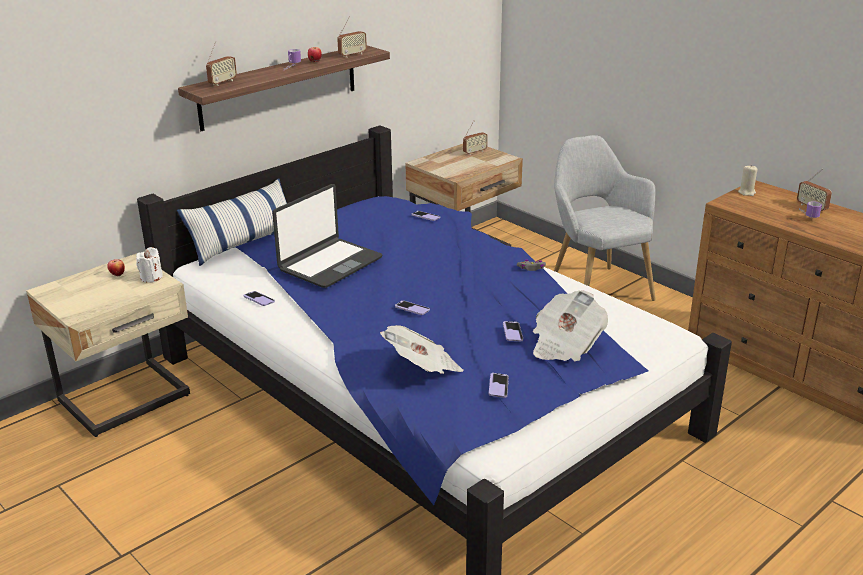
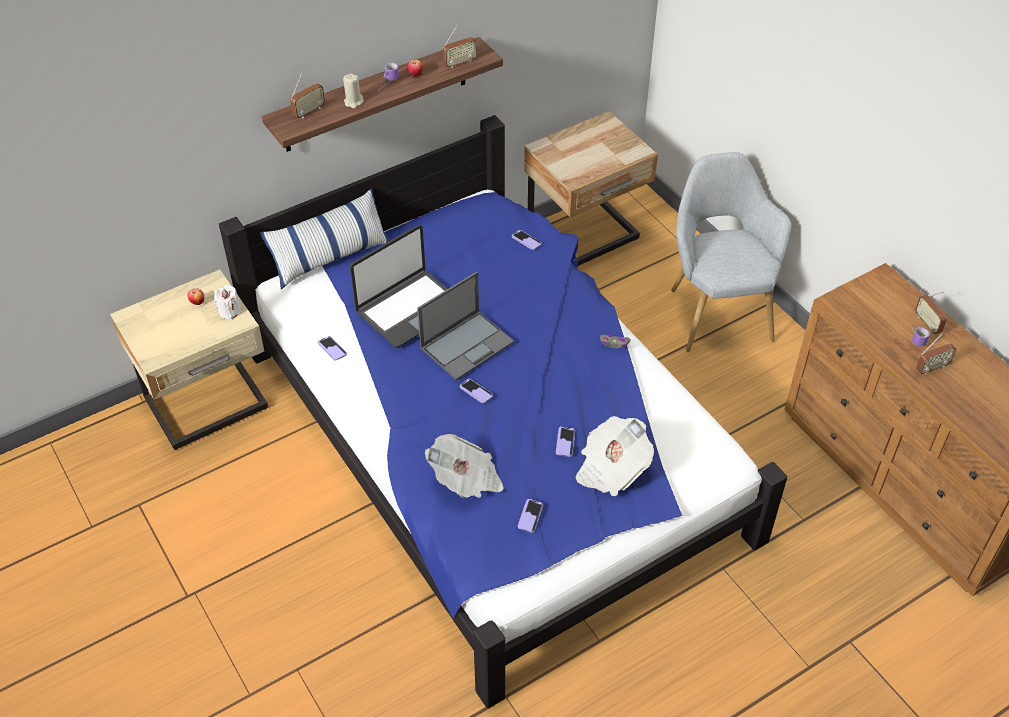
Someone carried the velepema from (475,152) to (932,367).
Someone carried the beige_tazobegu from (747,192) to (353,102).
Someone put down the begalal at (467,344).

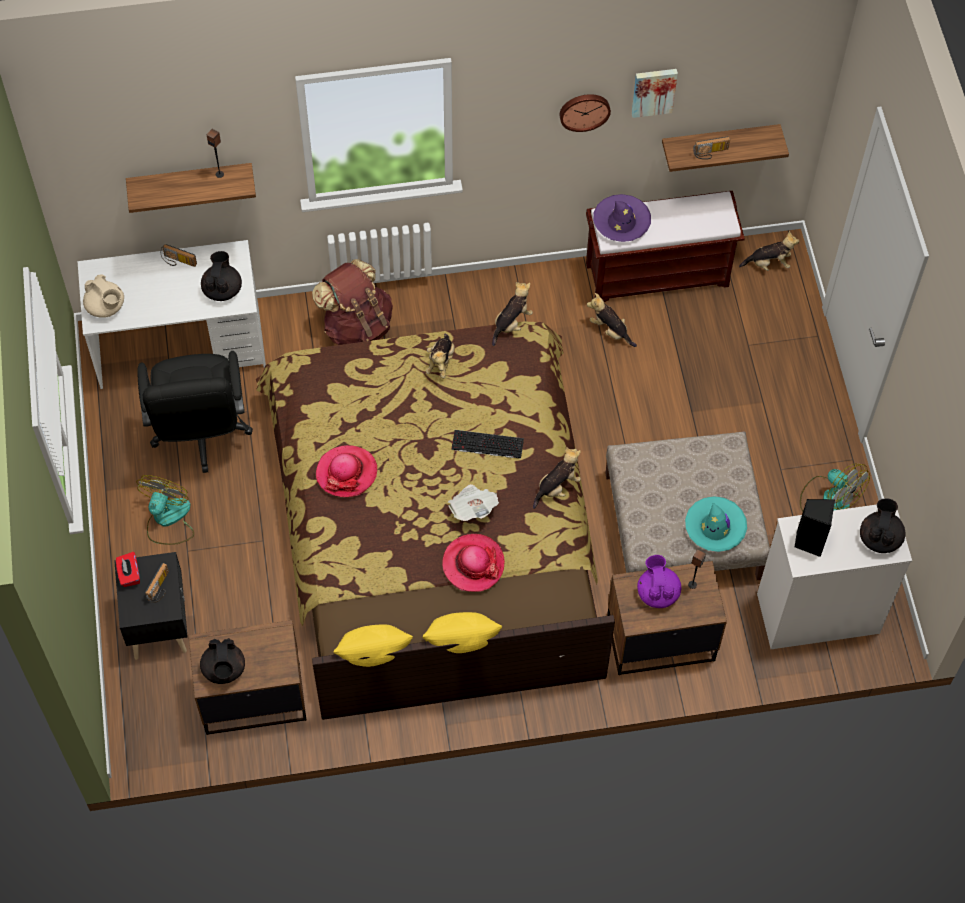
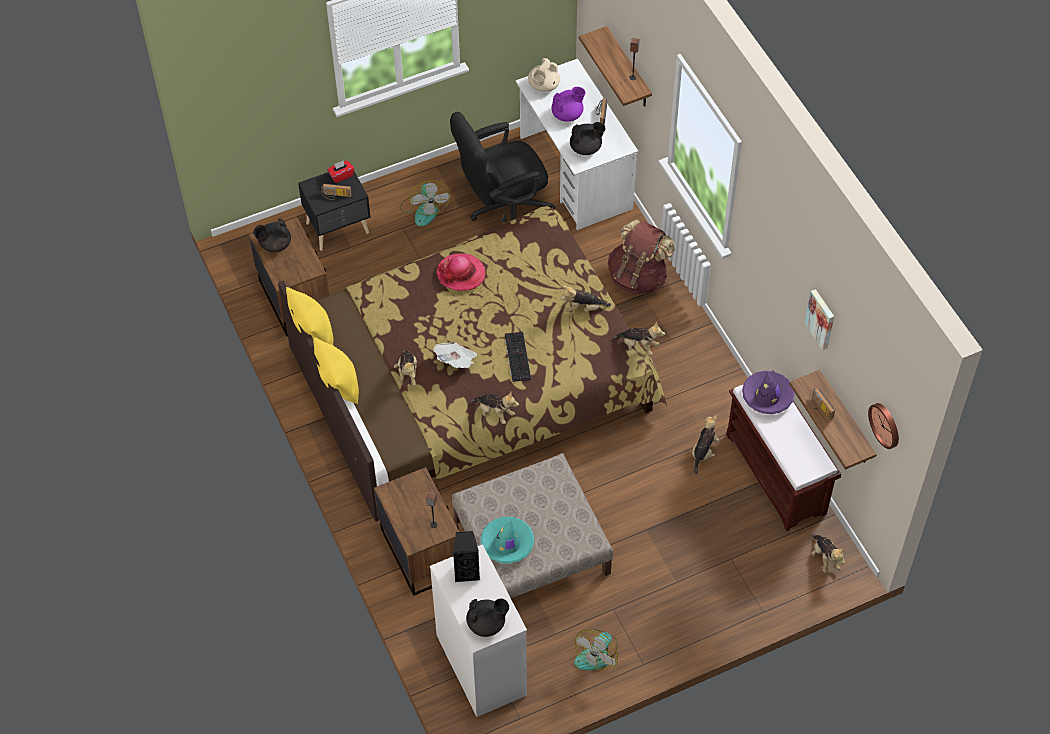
Someone carried the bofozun from (584,110) to (885,425).
Someone rotated the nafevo at (168,520) by 75 degrees clockwise.
Someone swapped the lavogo at (473,564) for the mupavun at (407,373).
Someone carried the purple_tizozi from (657,592) to (568,114).

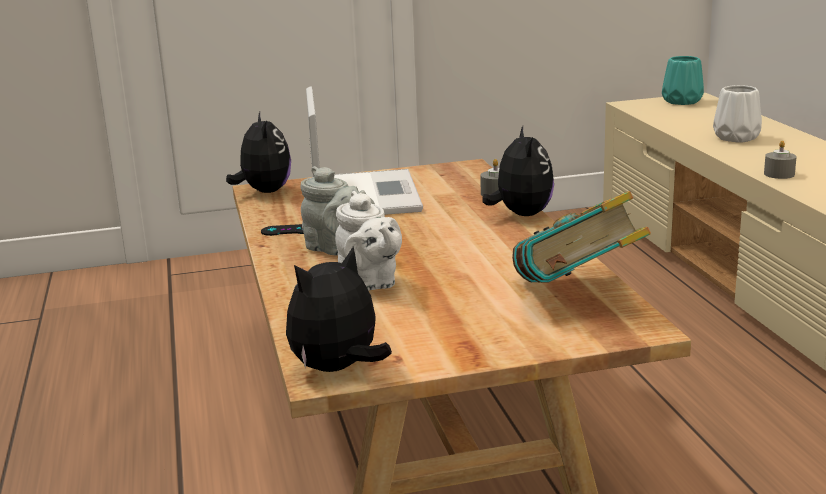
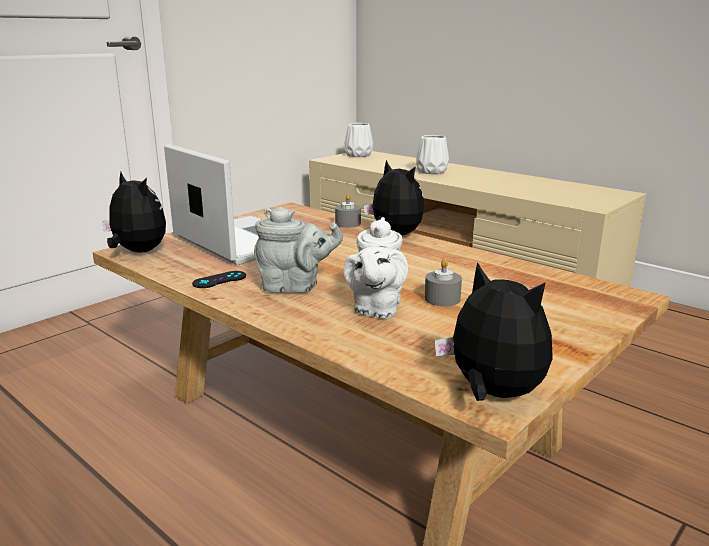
Someone repainted the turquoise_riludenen at (681,101), which became the white_riludenen at (358,155).
Someone carried the grey_tazobegu from (779,174) to (442,299).
Someone rotated the white_tizozi at (370,283) by 75 degrees clockwise.
Someone took away the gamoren at (577,295).
Someone rotated the mupavun at (338,369) by 120 degrees clockwise.

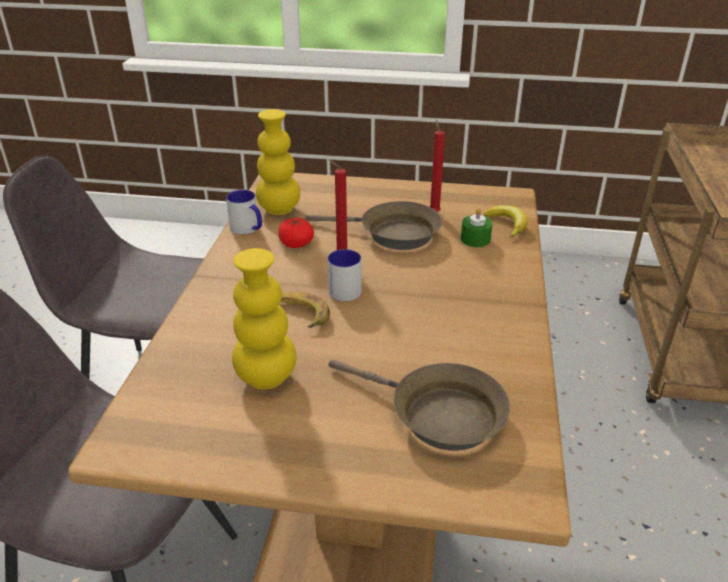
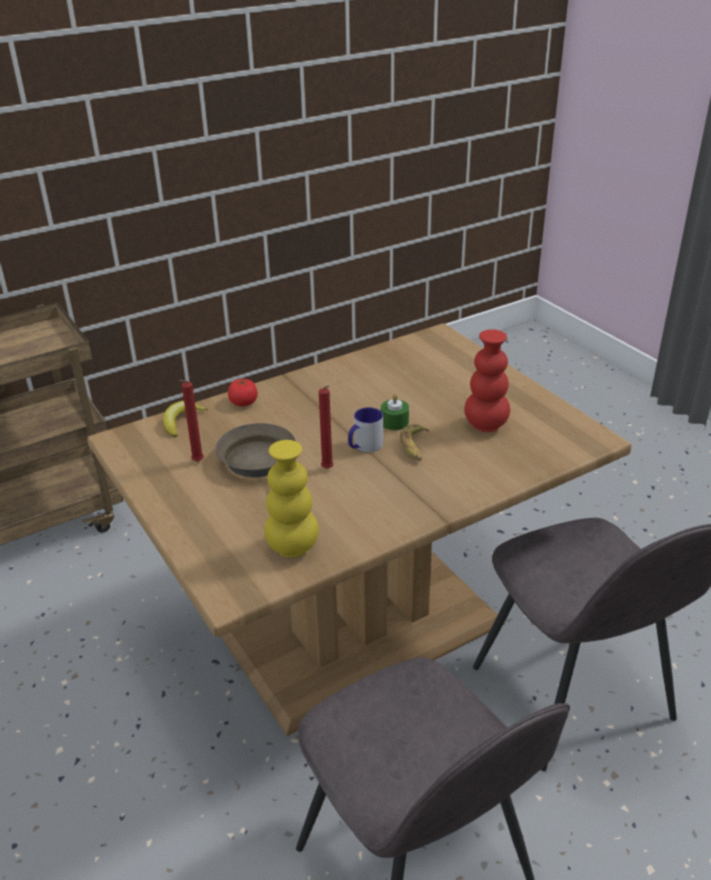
Someone took away the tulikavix at (248,229).
Someone carried the green_tazobegu from (475,239) to (394,422).
Someone carried the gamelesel from (296,243) to (243,402).
Someone repainted the yellow_riludenen at (266,378), which became the red_riludenen at (485,425).
Someone took away the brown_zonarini at (438,415).

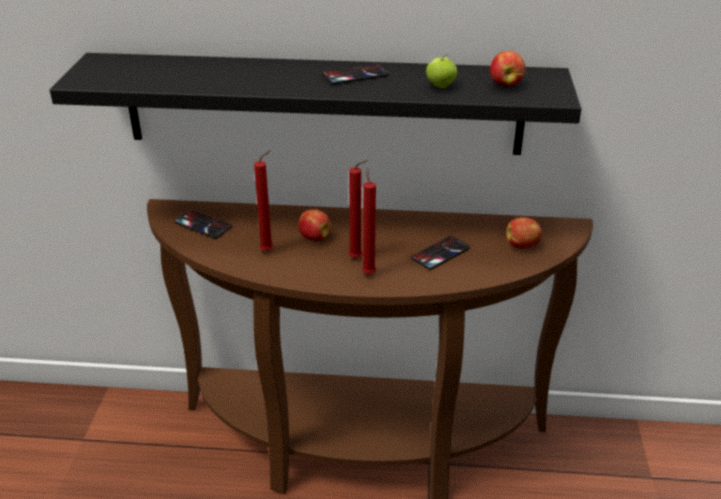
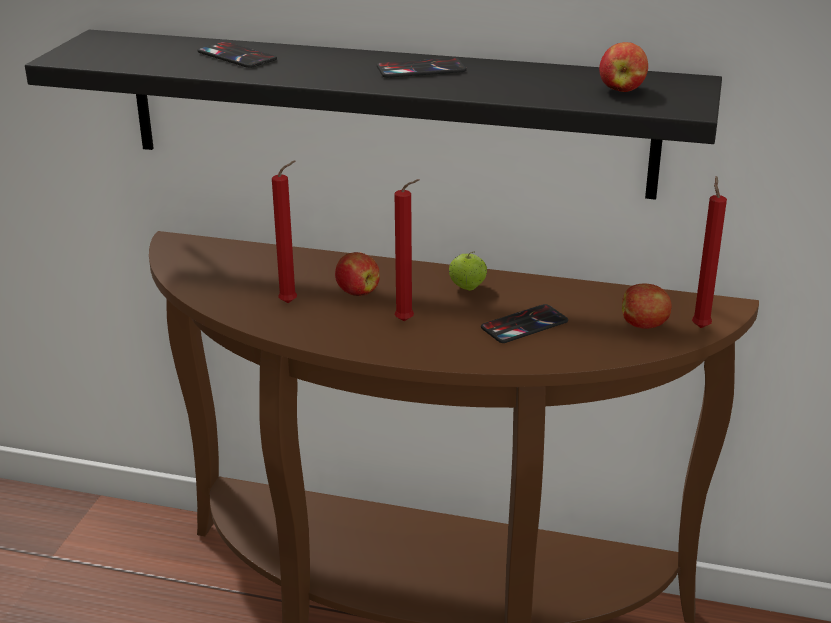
Someone carried the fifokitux from (440,86) to (467,287).
Someone carried the red_tazobegu from (368,273) to (700,326).
Someone carried the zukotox from (203,225) to (237,56).

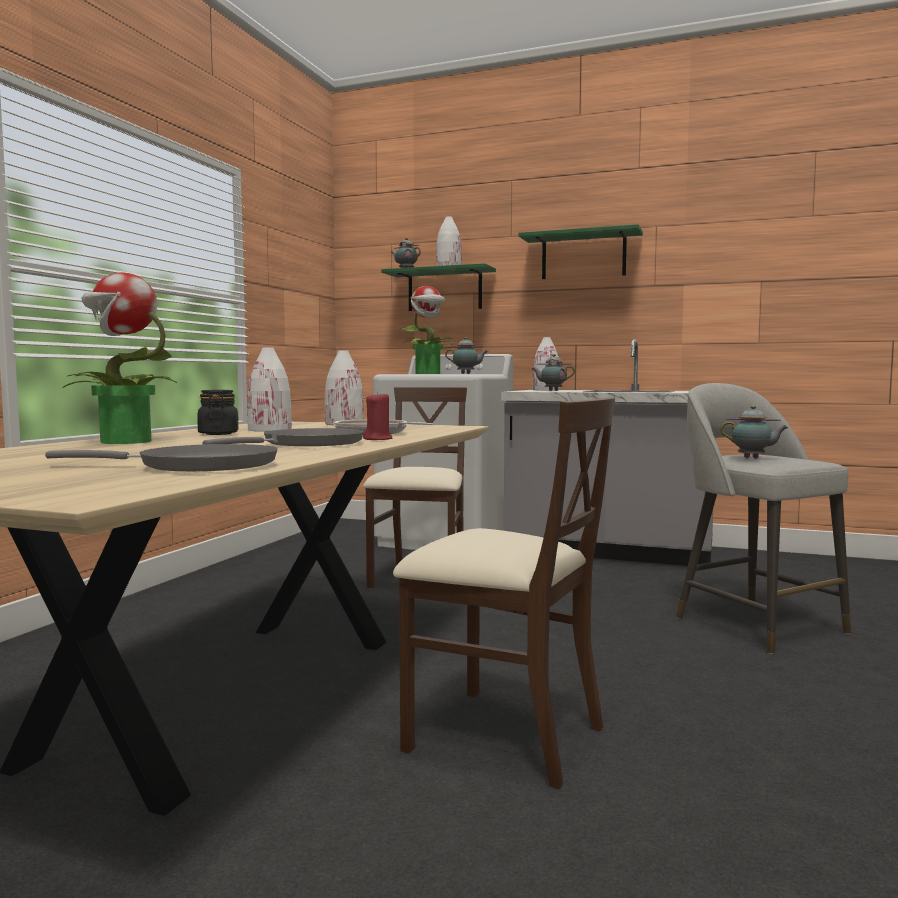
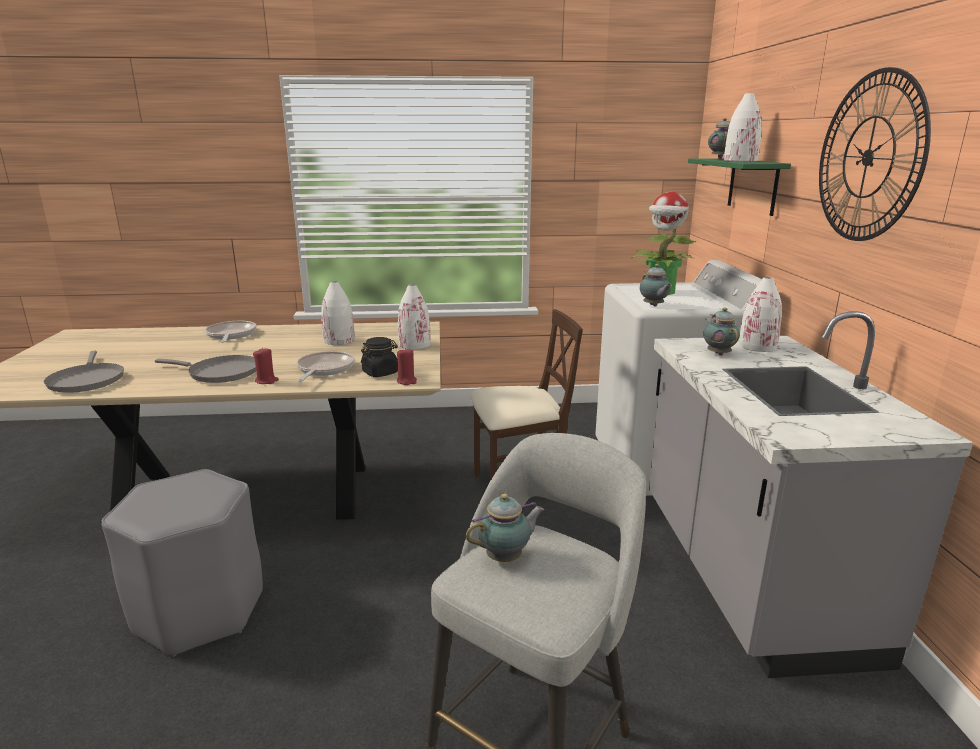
Someone swapped the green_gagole at (583,256) for the bofozun at (868,157).
Someone swapped the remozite at (123,442) for the zonarini at (231,335).
Someone carried the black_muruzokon from (218,434) to (380,373).
Someone swapped the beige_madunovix at (503,735) for the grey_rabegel at (199,611).
Someone rotated the tizozi at (753,458) by 120 degrees counterclockwise.
Someone put down the red_tazobegu at (407,381).

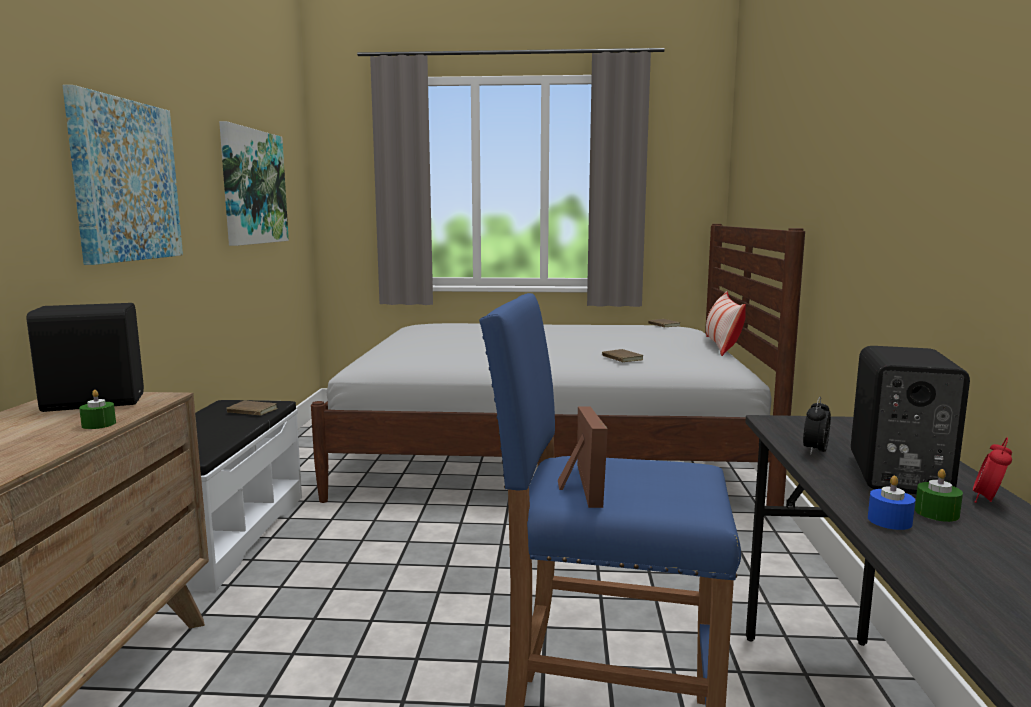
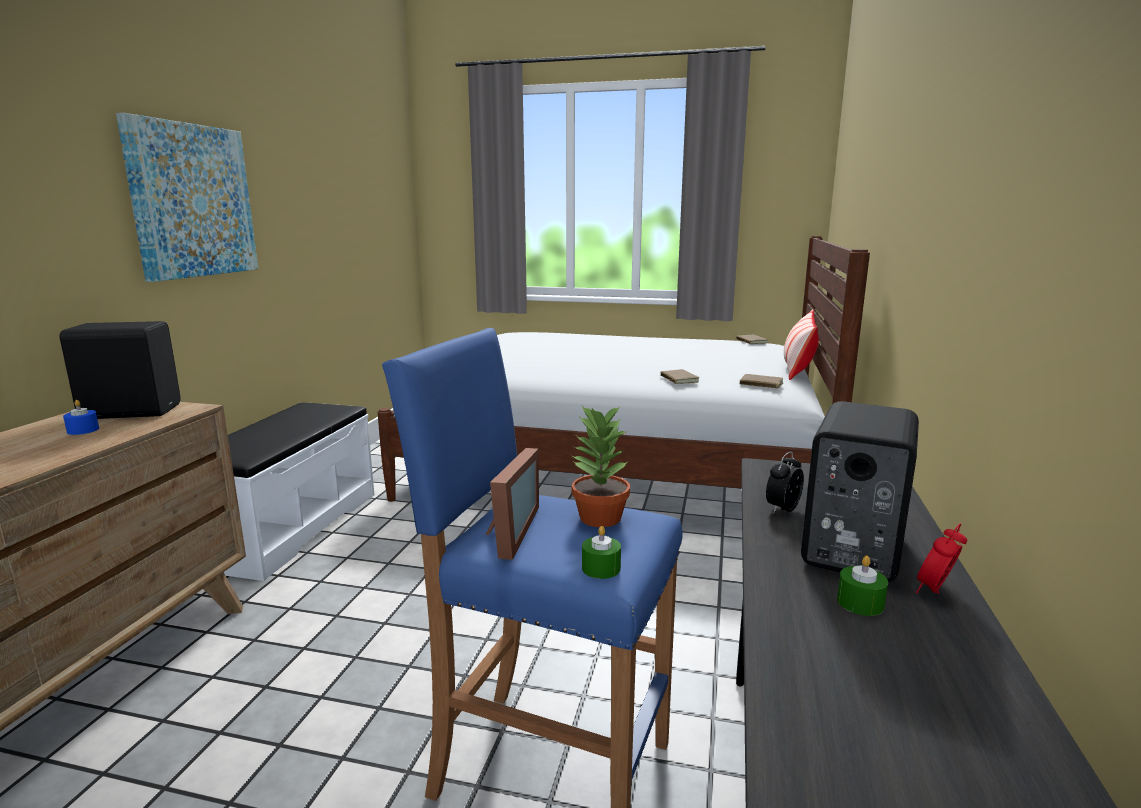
Someone took away the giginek at (253,187).
Someone carried the green_tazobegu from (99,424) to (601,568).
Someone carried the brown_gamoren from (251,411) to (760,384).
Someone carried the blue_tazobegu from (889,521) to (83,430).
Someone put down the remozite at (599,518).

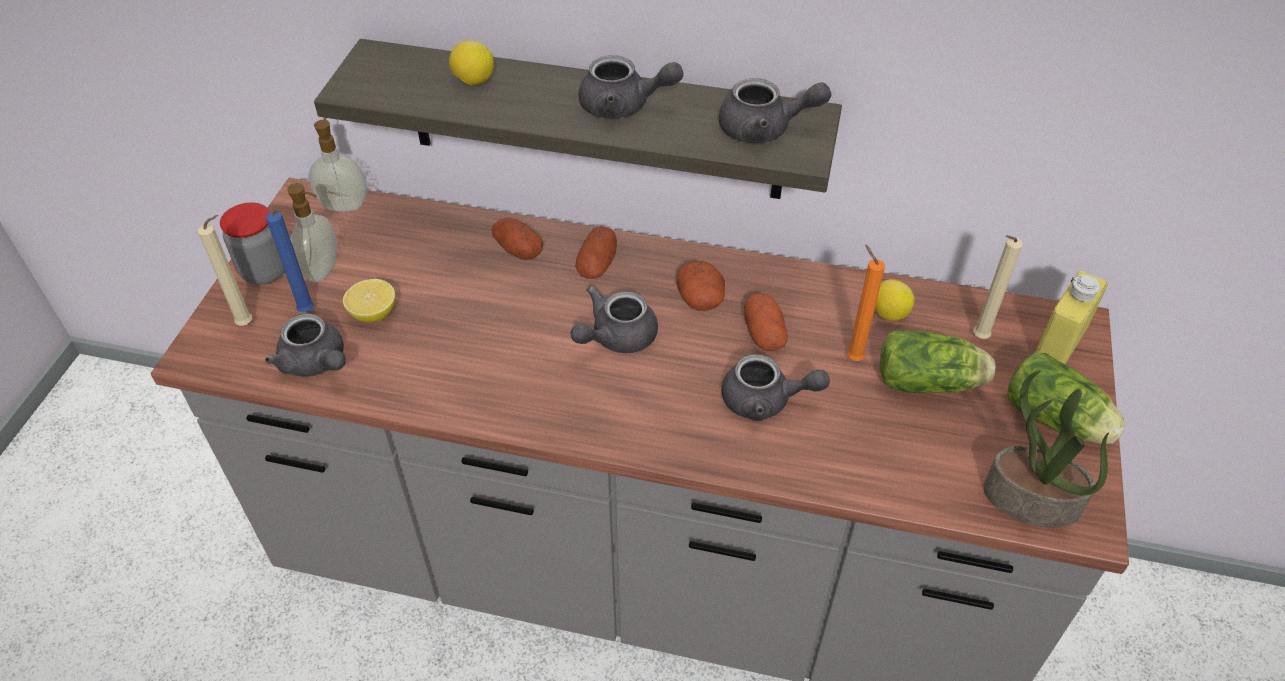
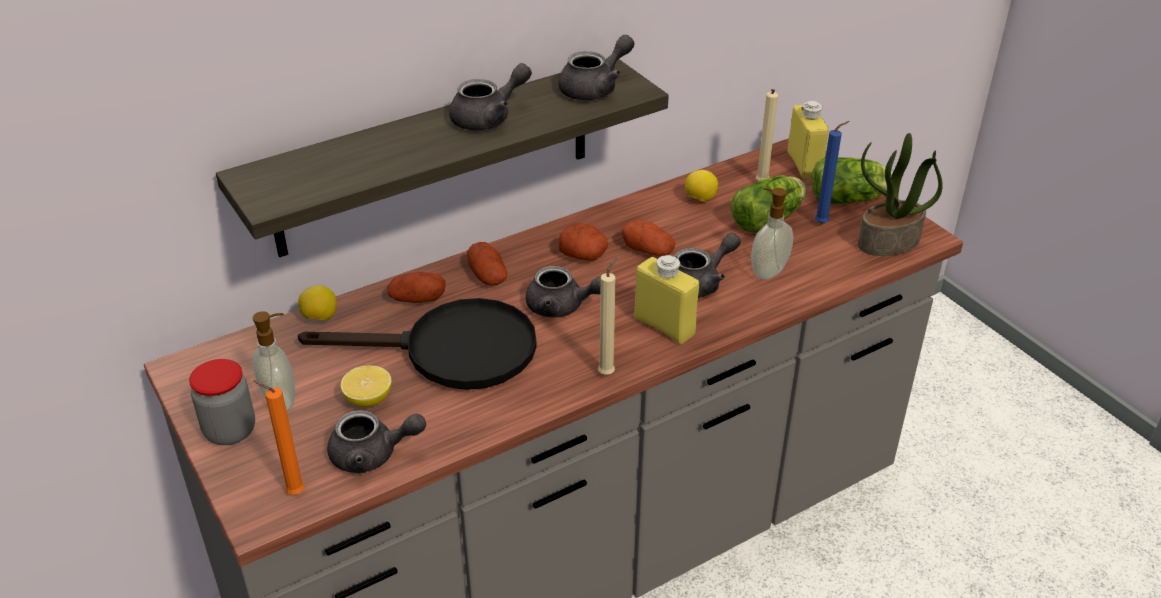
Someone carried the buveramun from (473,81) to (320,318).
Someone carried the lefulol from (344,204) to (767,271).
Someone carried the blue_tazobegu from (308,312) to (823,223).
Someone carried the beige_tazobegu from (248,324) to (608,372).
Someone carried the orange_tazobegu from (852,357) to (293,493).
Someone rotated the grey_tizozi at (615,337) by 75 degrees counterclockwise.
Someone put down the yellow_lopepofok at (664,326).
Someone put down the black_zonarini at (452,351).

